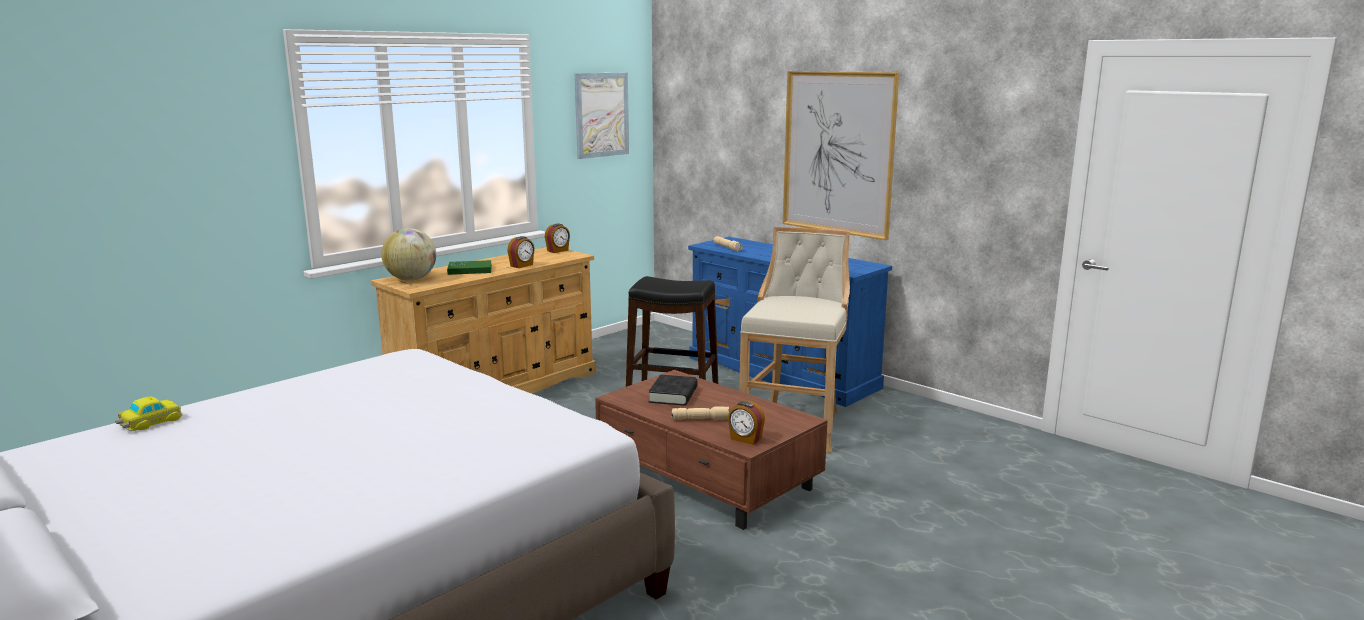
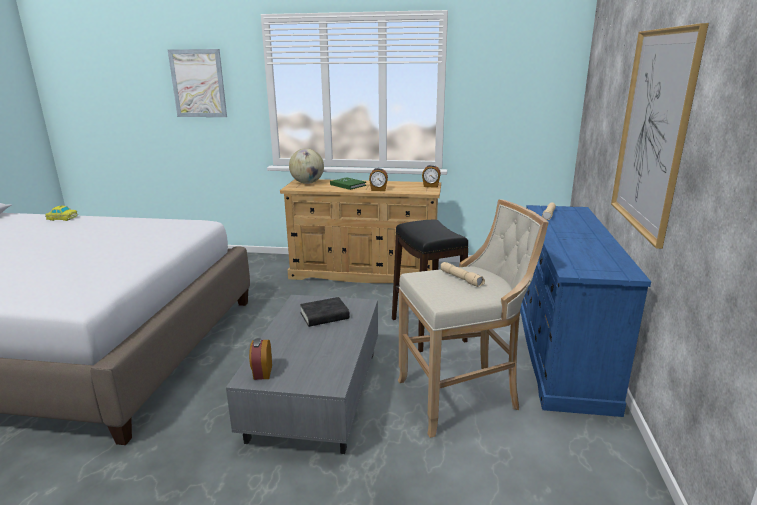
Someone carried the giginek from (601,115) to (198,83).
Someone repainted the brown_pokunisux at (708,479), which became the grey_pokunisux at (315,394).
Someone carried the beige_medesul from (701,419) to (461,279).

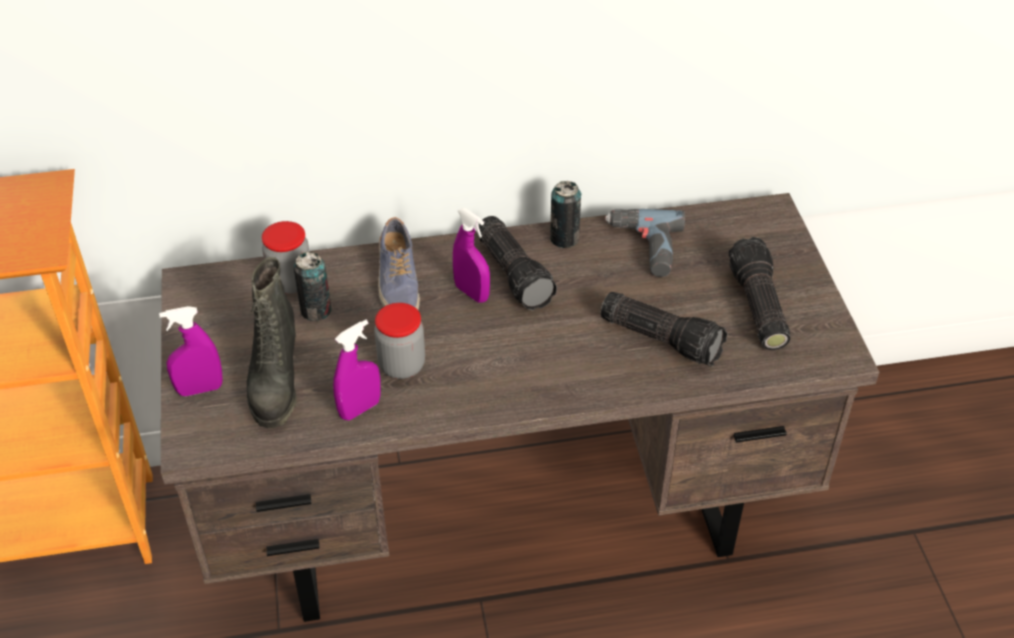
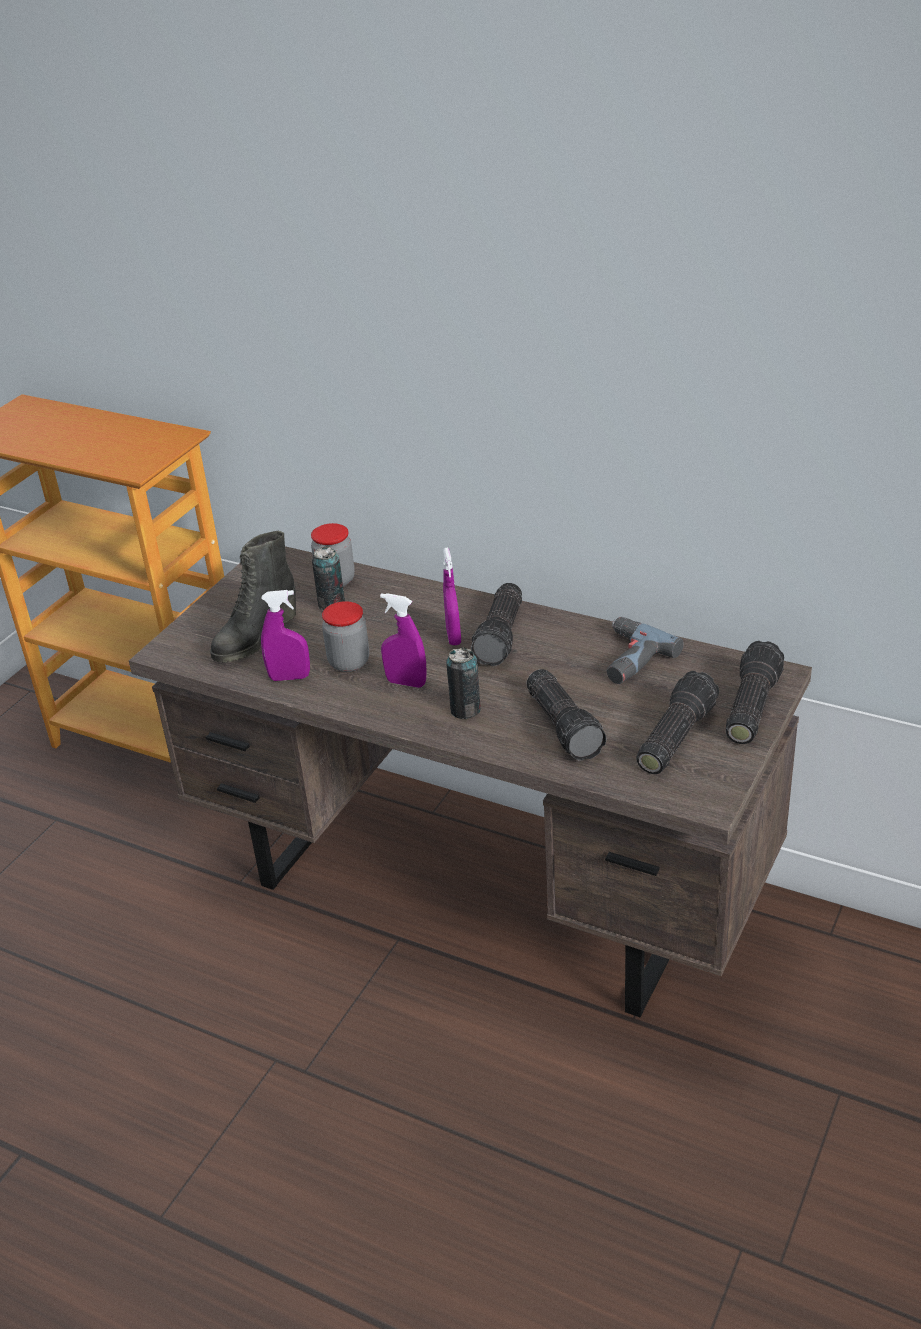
Someone carried the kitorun from (564,238) to (465,710).
Someone took away the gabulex at (397,283).
Someone carried the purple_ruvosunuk from (200,389) to (406,683).
Someone put down the medesul at (749,706).

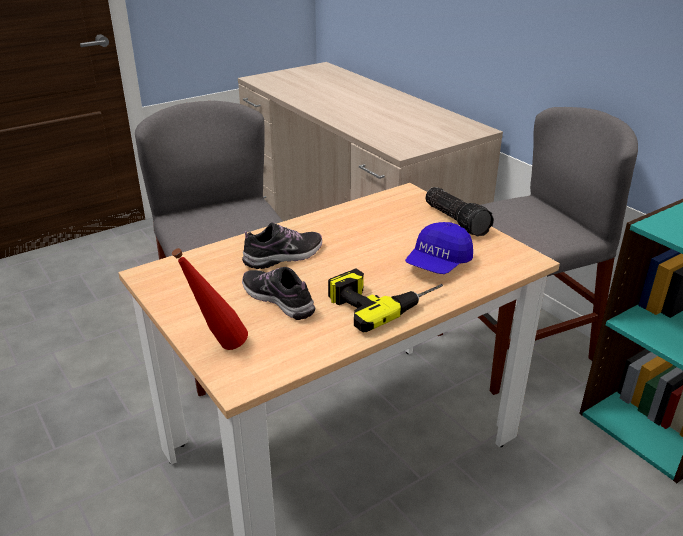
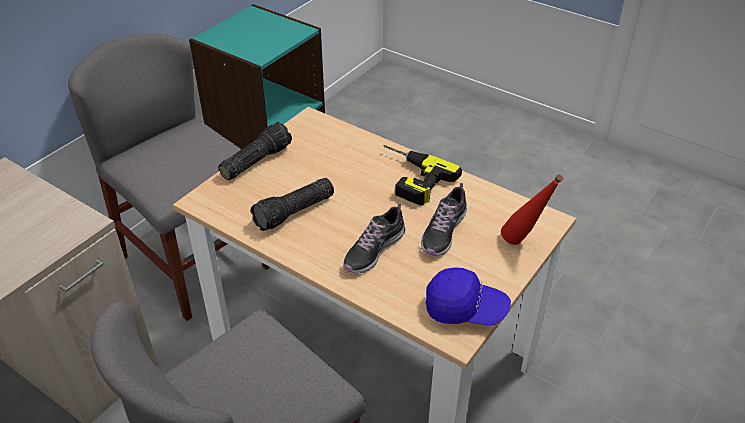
Someone rotated the gabulex at (284,256) by 90 degrees counterclockwise.
Someone carried the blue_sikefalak from (438,264) to (465,309).
Someone put down the medesul at (295,213).

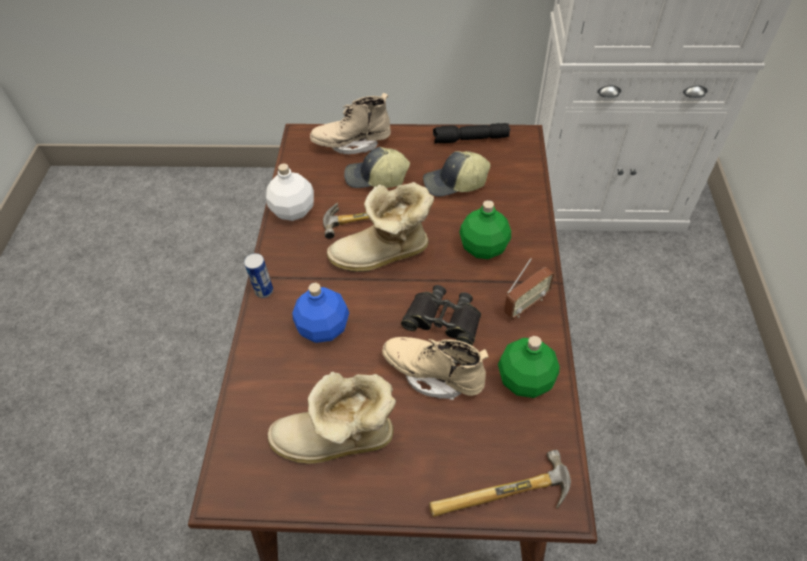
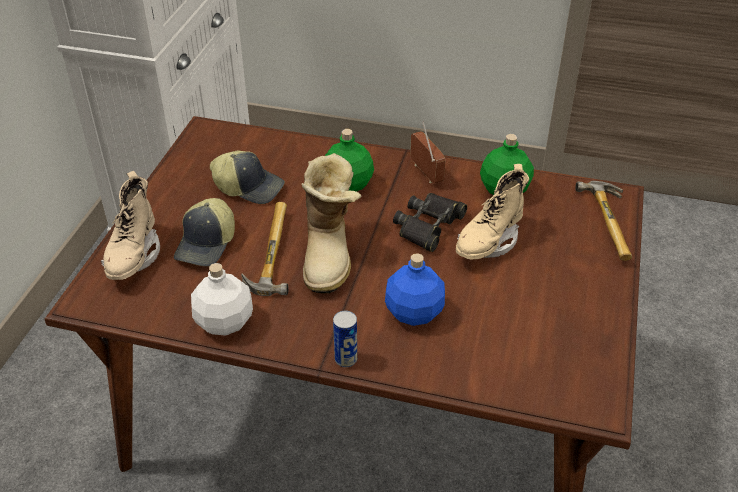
Someone took away the black_medesul at (470,139).
Someone rotated the sikefalak at (455,183) by 75 degrees counterclockwise.
Someone took away the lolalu at (337,442).

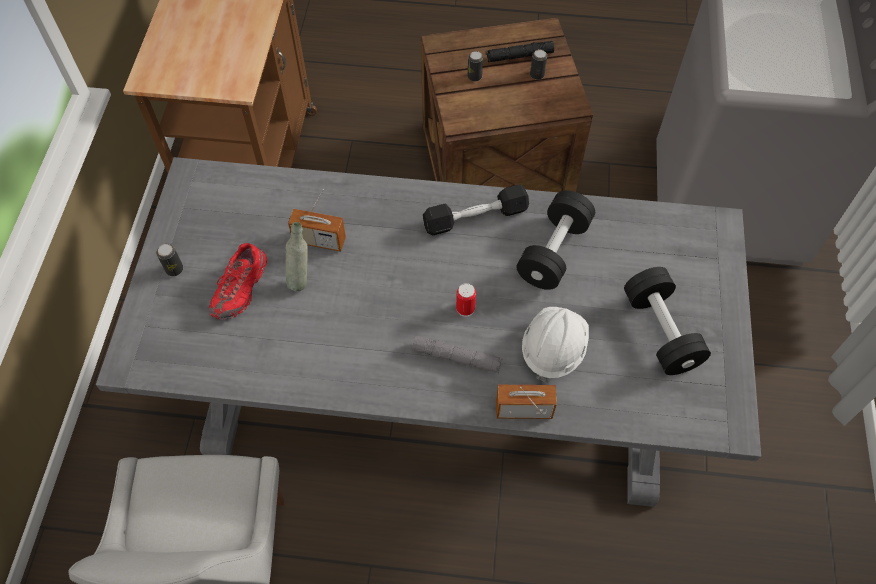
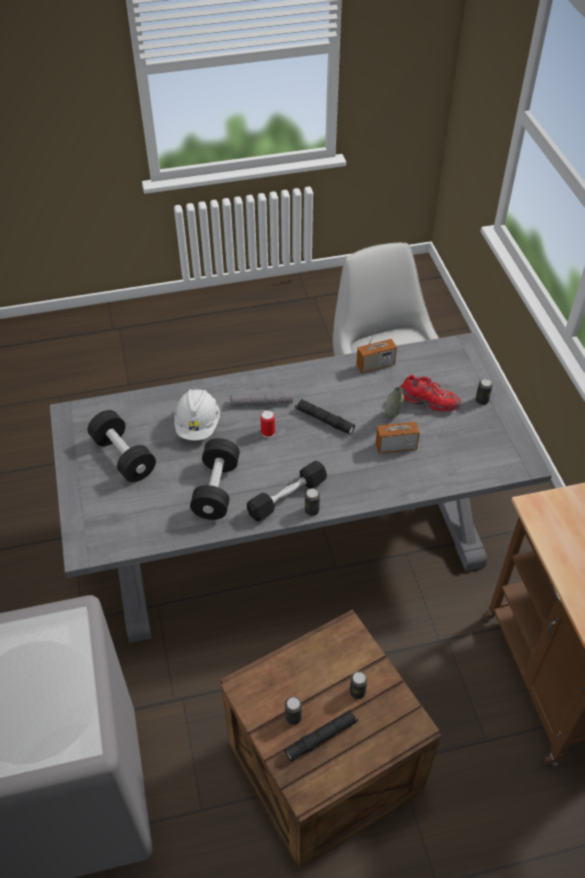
Someone rotated the red_gabulex at (241,289) by 105 degrees clockwise.
Someone carried the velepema from (523,410) to (375,365).
Someone put down the black_medesul at (324,420).
Someone put down the kitorun at (311,510).

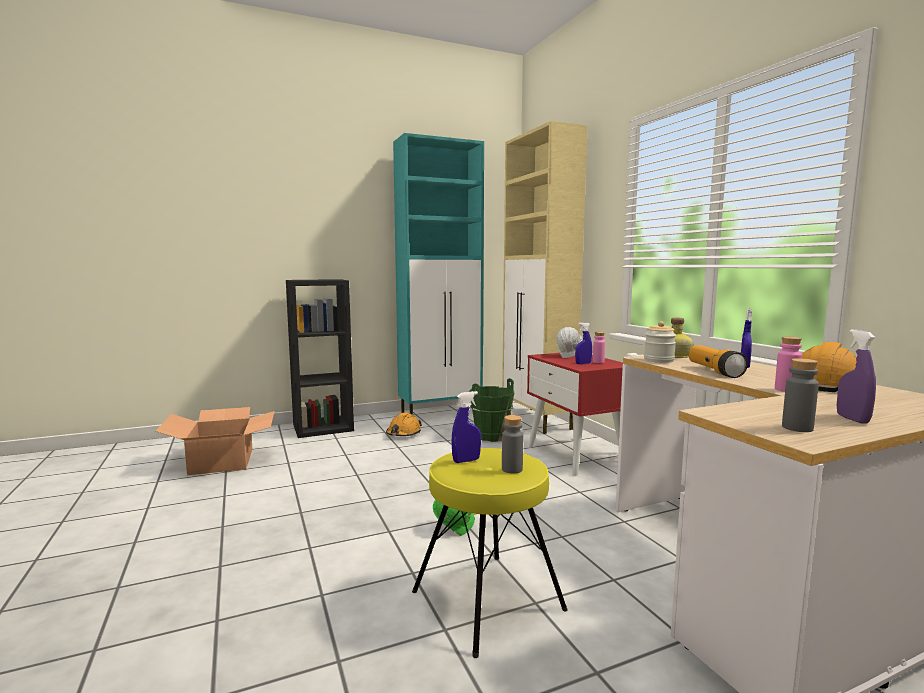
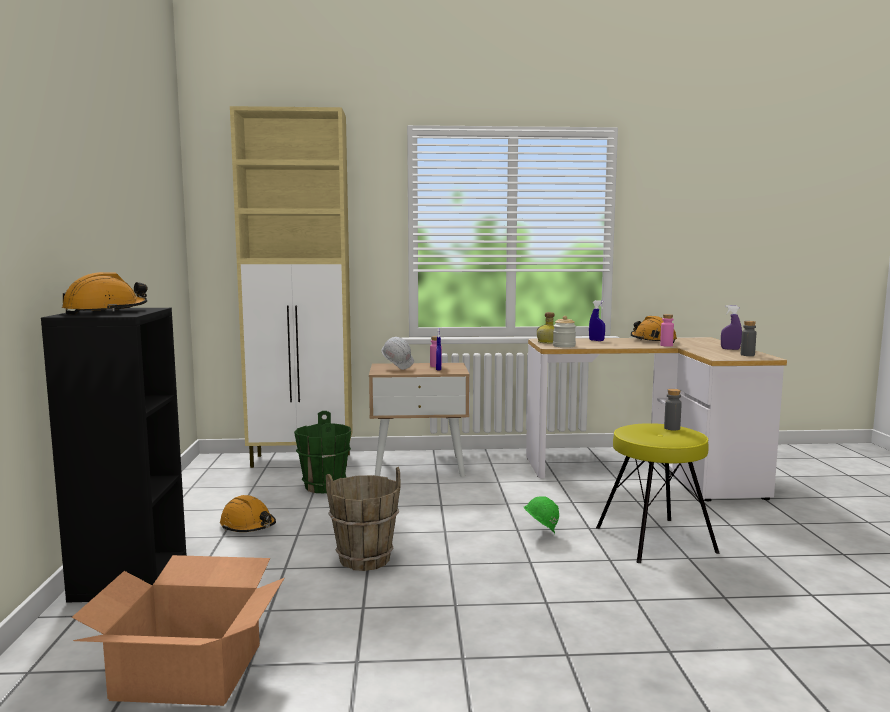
Someone took away the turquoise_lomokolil at (441,412).
Someone took away the medesul at (714,371).
Someone repainted the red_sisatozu at (576,455), which became the beige_sisatozu at (419,467).
Someone took away the blue_ruvosunuk at (466,461).
Someone put down the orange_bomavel at (105,311).
Someone put down the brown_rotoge at (364,559).

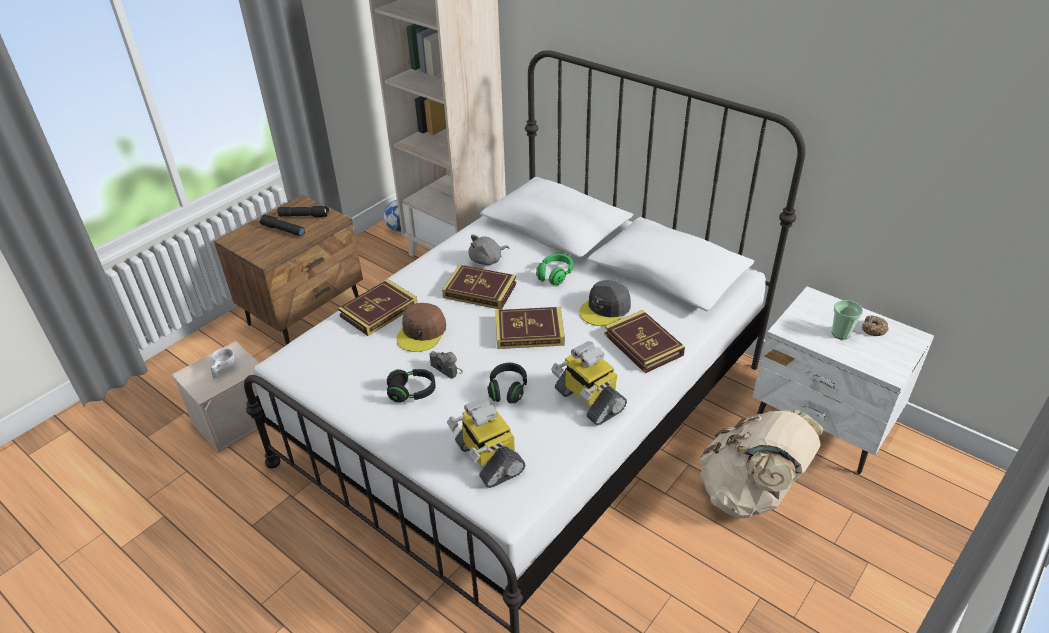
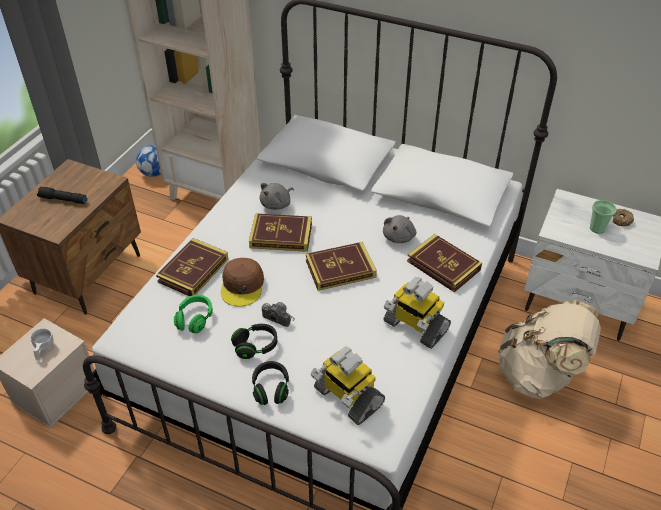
Someone took away the black_medesul at (304,216).
Someone carried the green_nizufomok from (555,275) to (195,319).
Someone swapped the grey_sikefalak at (605,309) for the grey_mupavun at (399,236).
Someone carried the black_nizufomok from (507,390) to (271,389).

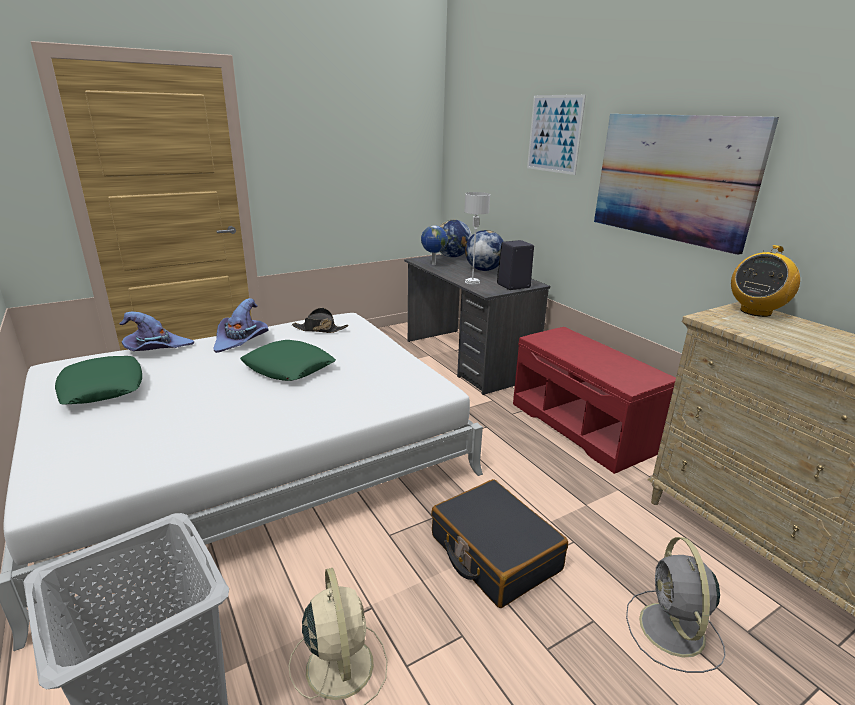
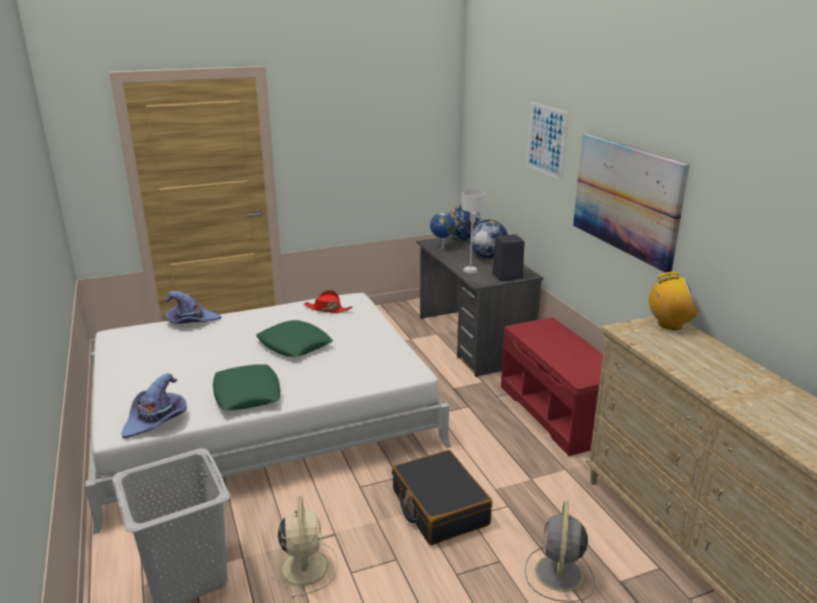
Someone rotated the velepema at (755,311) by 135 degrees counterclockwise.
Someone carried the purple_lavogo from (241,341) to (156,420).
Someone repainted the black_lavogo at (319,329), which became the red_lavogo at (327,309).
Someone carried the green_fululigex from (102,387) to (246,394).

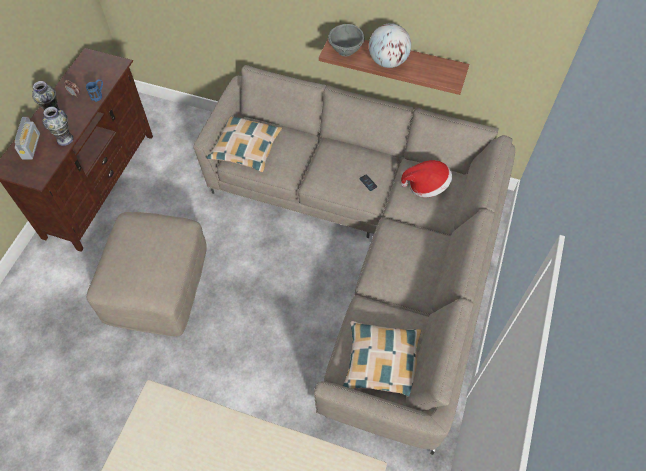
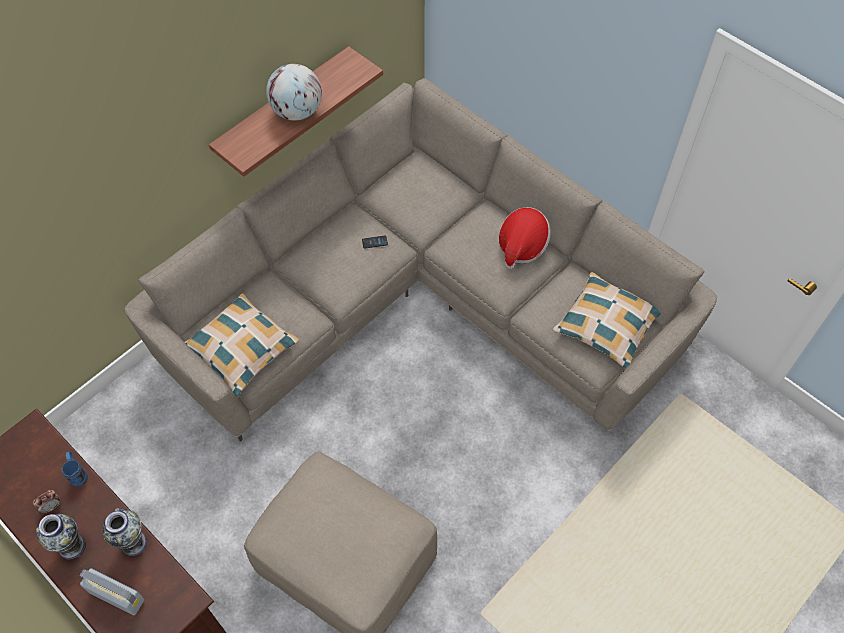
Someone took away the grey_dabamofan at (345,51).
Someone carried the lavogo from (426,186) to (521,246).

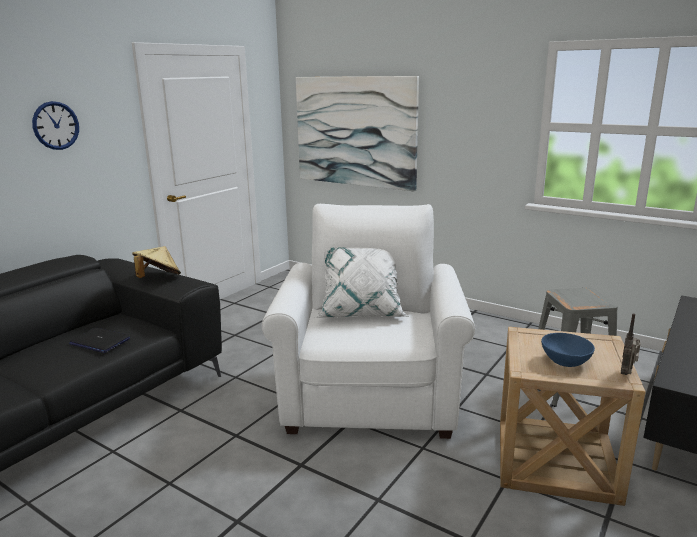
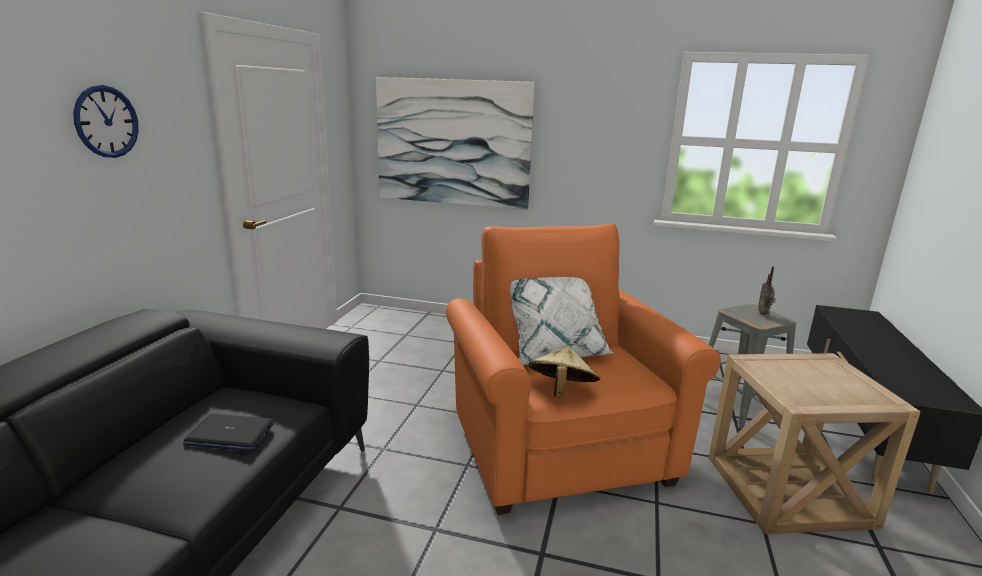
Someone repainted the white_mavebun at (371,394), which became the orange_mavebun at (558,446).
Someone carried the beige_lavogo from (158,278) to (561,392).
Someone carried the velepema from (627,373) to (764,314).
Someone took away the blue_dabamofan at (565,362).

